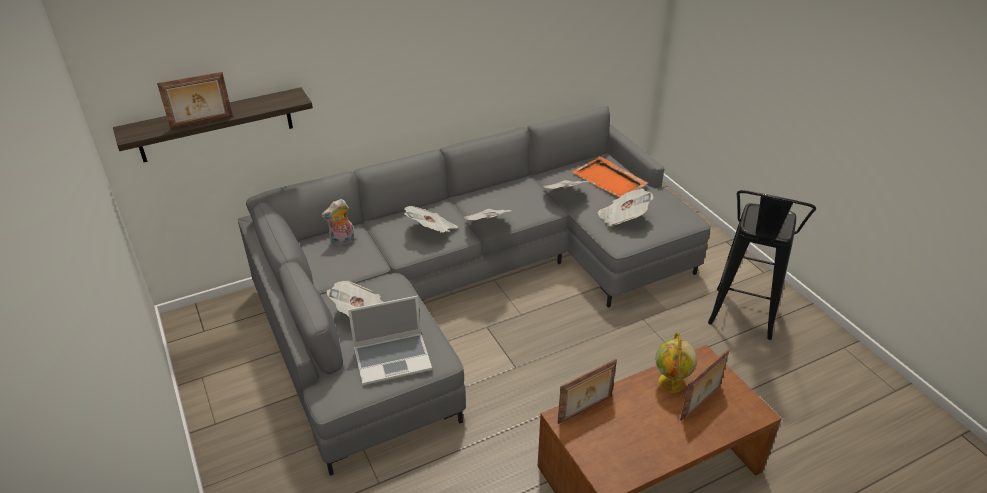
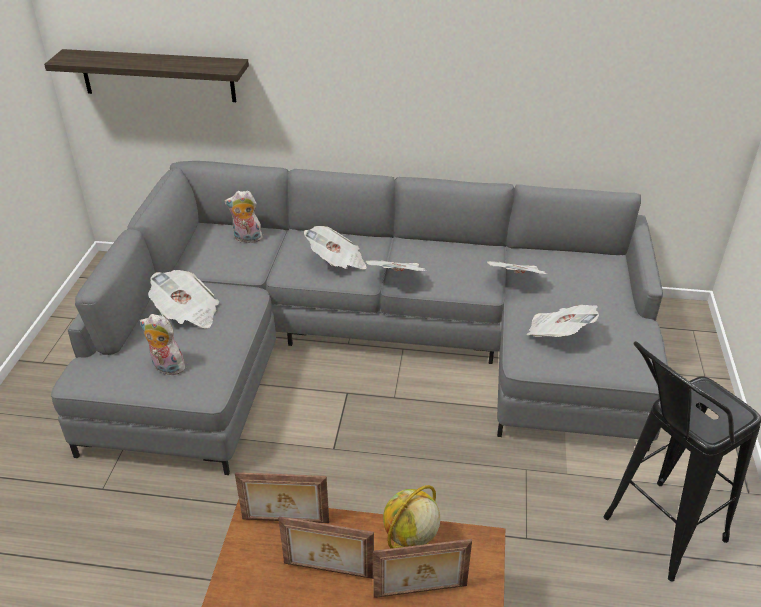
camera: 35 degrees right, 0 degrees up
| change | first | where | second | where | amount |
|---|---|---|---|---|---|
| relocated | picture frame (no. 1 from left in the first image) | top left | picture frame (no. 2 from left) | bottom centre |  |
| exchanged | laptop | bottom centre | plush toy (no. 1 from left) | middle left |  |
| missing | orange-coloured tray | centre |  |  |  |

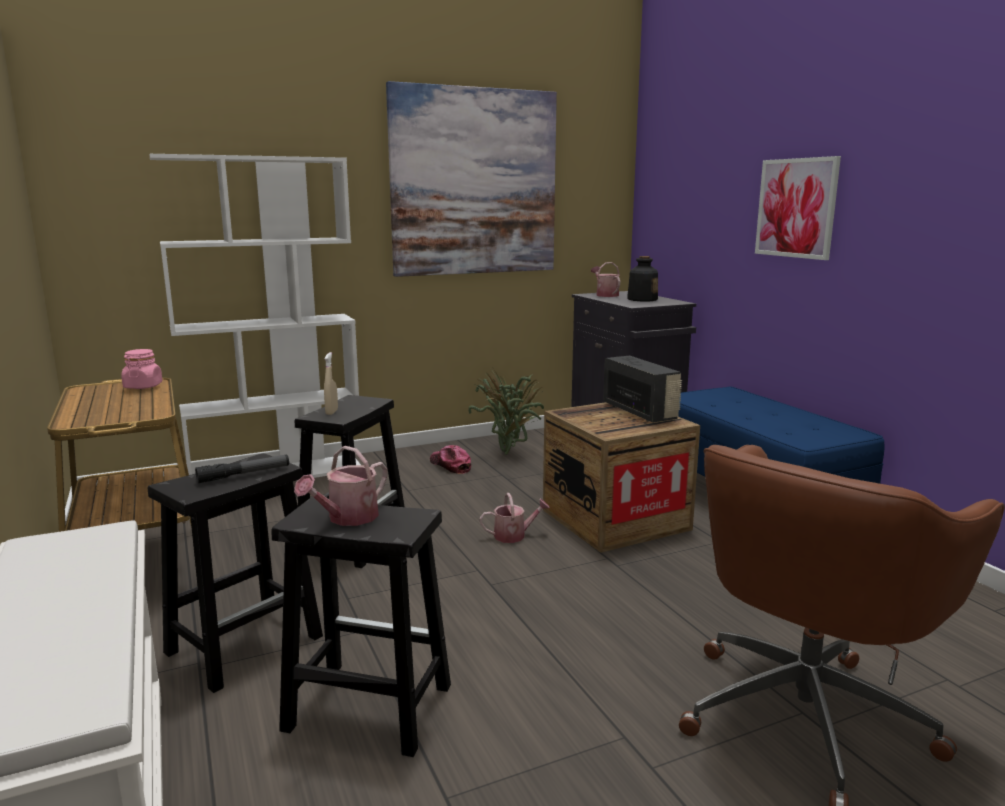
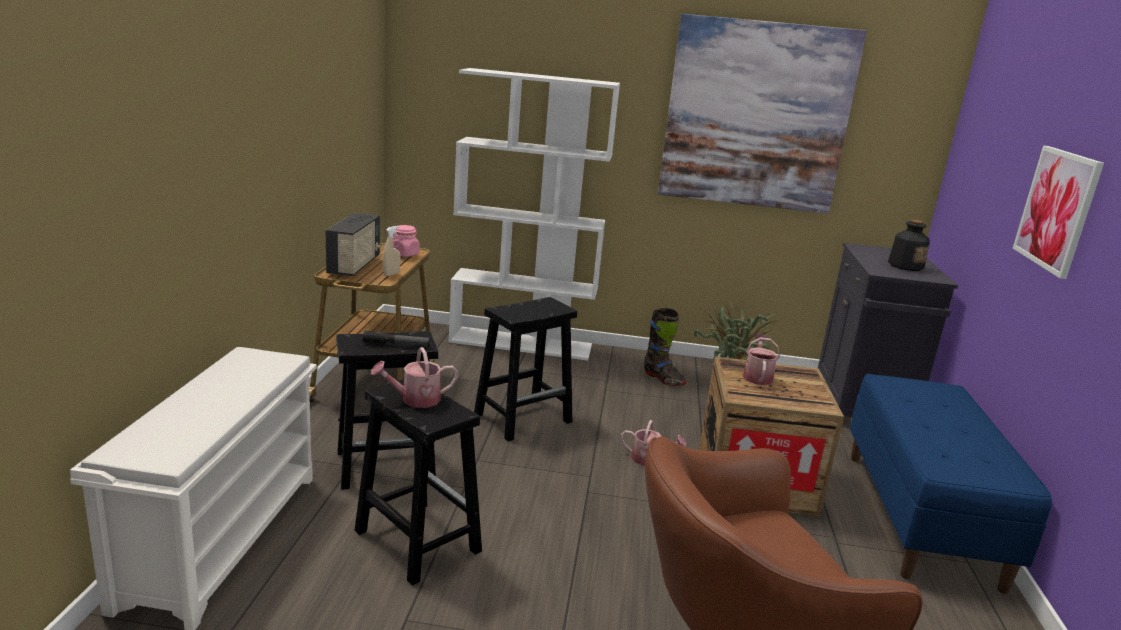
camera: 30 degrees right, 5 degrees up
| change | first | where | second | where | amount |
|---|---|---|---|---|---|
| relocated | sand-coloured sprayer | middle left |  | centre |  |
| exchanged | baseball cap | centre | black boot | centre |  |
| relocated | sprinkling can (no. 3 from left) | centre |  | middle right |  |
| relocated | radio set | centre |  | middle left |  |

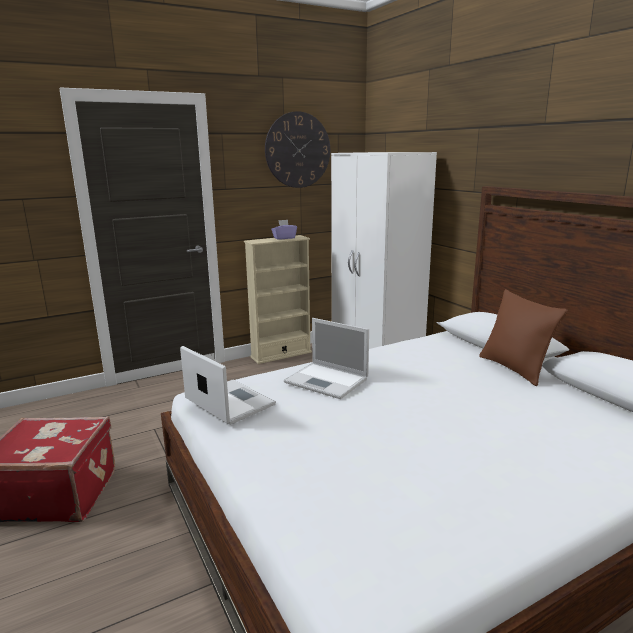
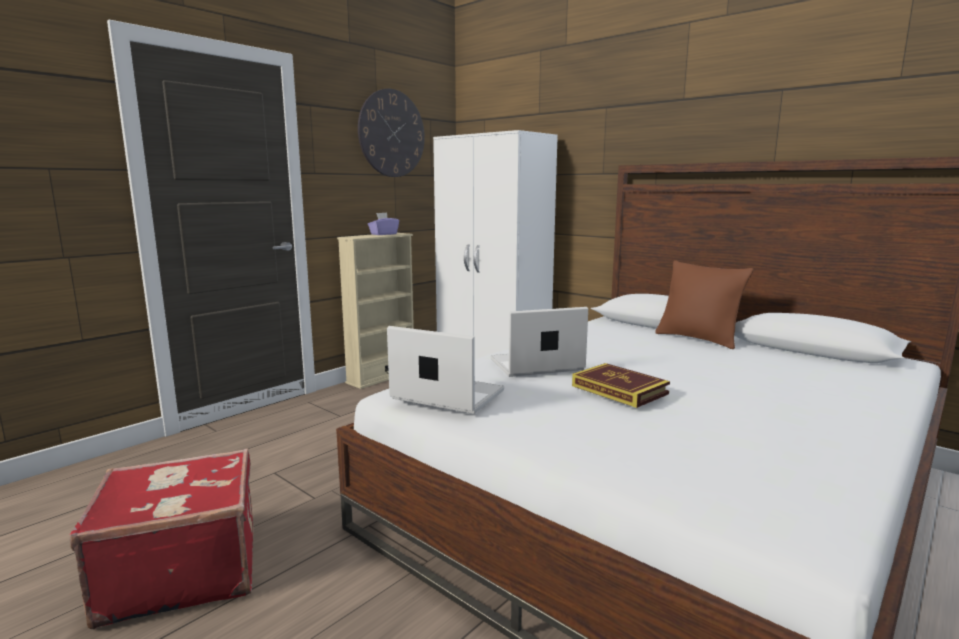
camera: 20 degrees left, 5 degrees down
| change | first | where | second | where | amount |
|---|---|---|---|---|---|
| spun | laptop (no. 2 from left) | centre |  | centre | 150 degrees clockwise |
| appeared |  |  | volume | centre |  |

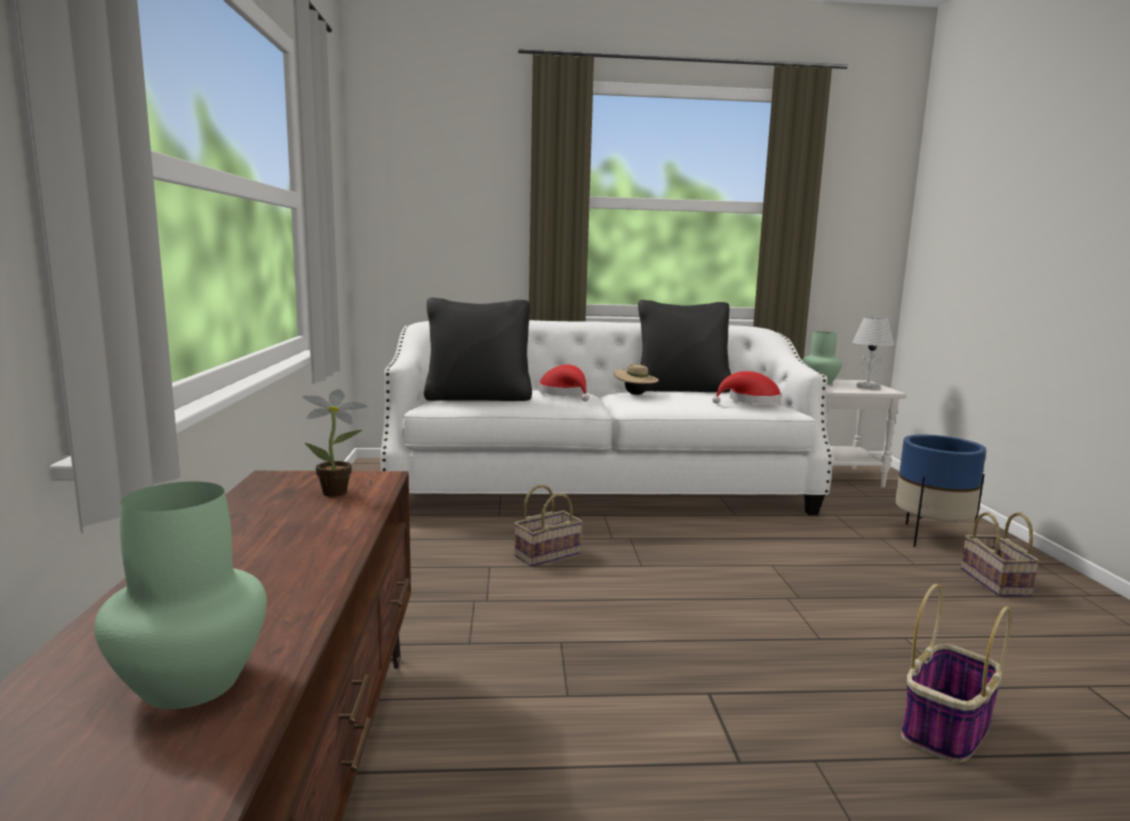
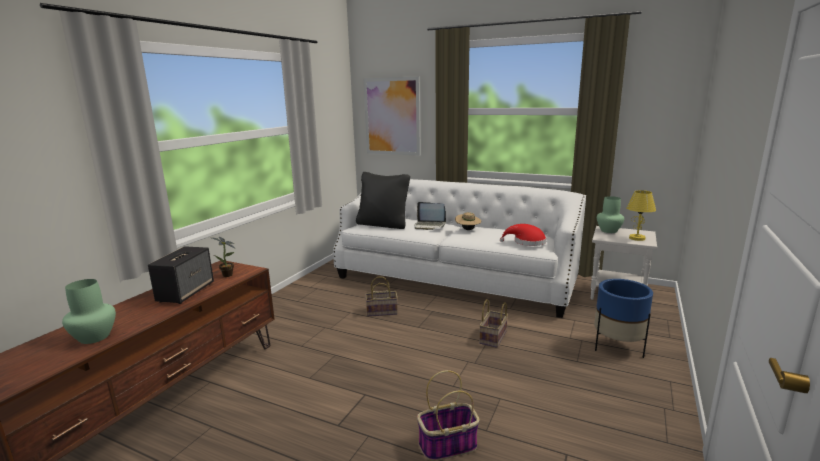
camera: 30 degrees right, 5 degrees up
| change | first | where | second | where | amount |
|---|---|---|---|---|---|
| exchanged | red-coloured clothing hat (no. 1 from left) | centre | laptop | centre |  |
| missing | black pillow (no. 2 from left) | centre |  |  |  |
| colour | white tabletop lamp | middle right | yellow-coloured tabletop lamp | middle right |  |
| relocated | storage basket (no. 3 from left) | bottom right |  | bottom centre |  |
| appeared |  |  | audio speaker | middle left |  |
| appeared |  |  | wall picture | top centre |  |

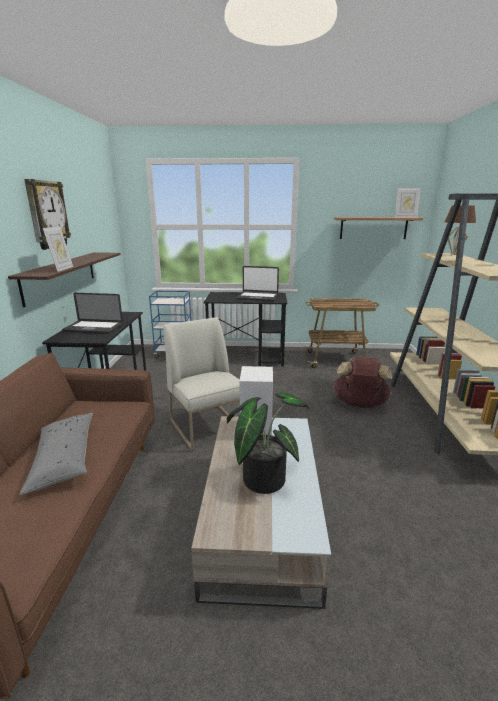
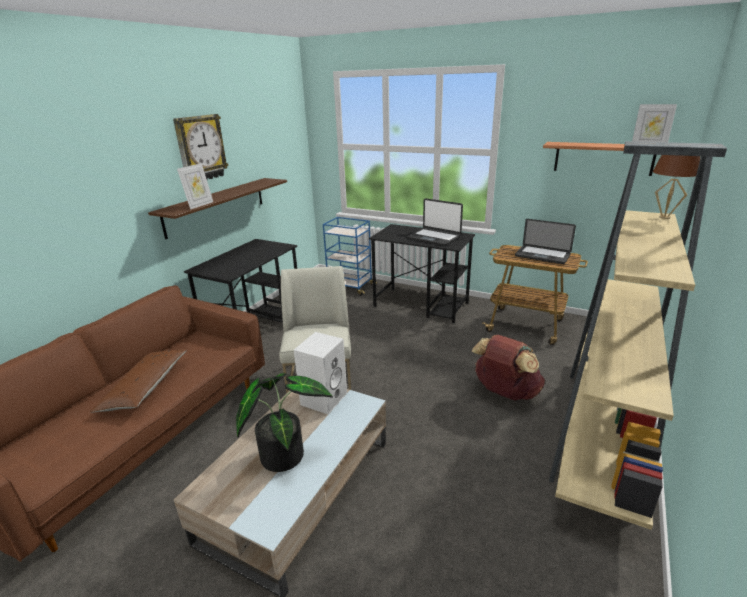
camera: 25 degrees right, 5 degrees up
| change | first | where | second | where | amount |
|---|---|---|---|---|---|
| colour | gray pillow | middle left | brown pillow | middle left |  |
| relocated | laptop (no. 1 from left in the first image) | middle left | laptop (no. 2 from left) | middle right |  |

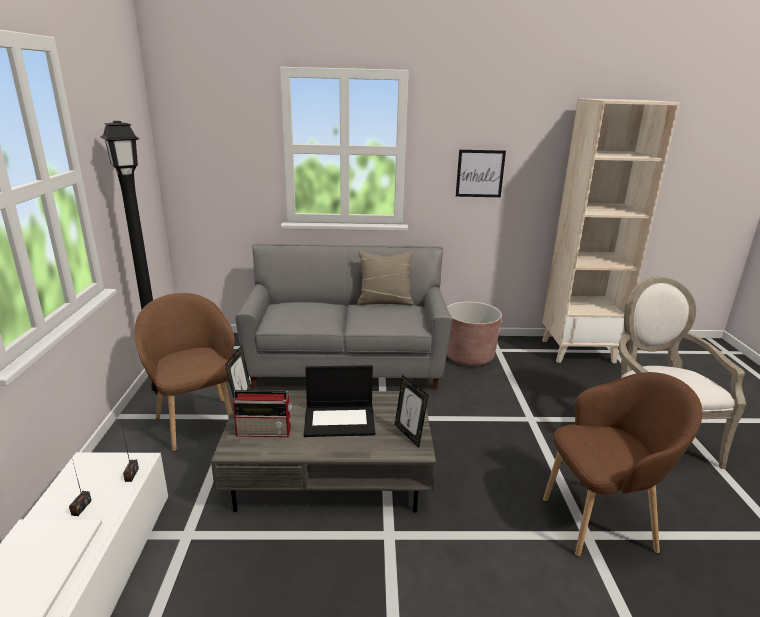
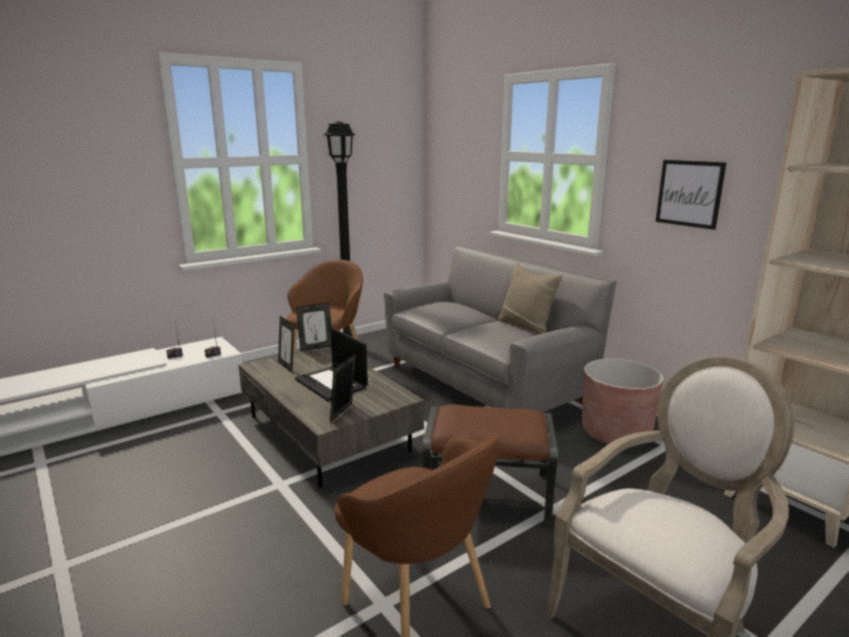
camera: 55 degrees right, 5 degrees down
| change | first | where | second | where | amount |
|---|---|---|---|---|---|
| exchanged | radio set (no. 3 from left) | bottom centre | picture frame (no. 1 from left) | centre |  |
| appeared |  |  | brown ottoman | bottom centre |  |

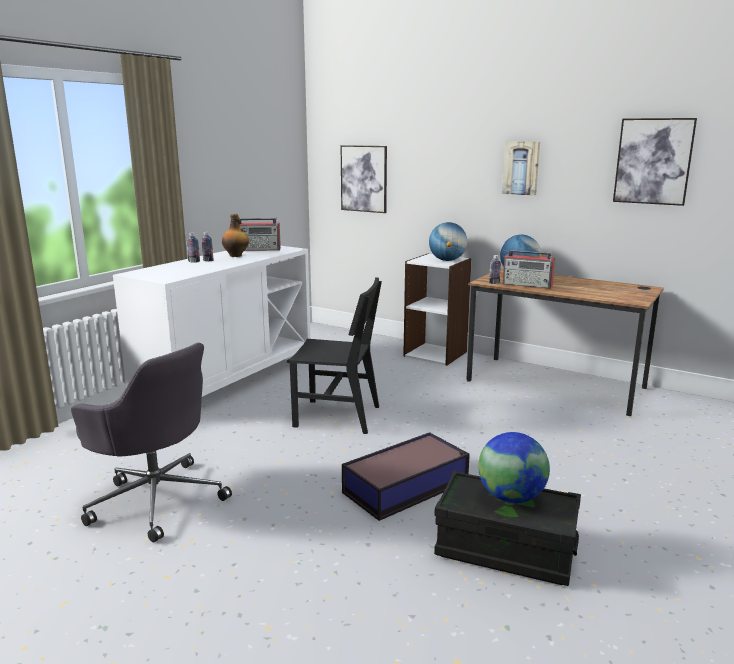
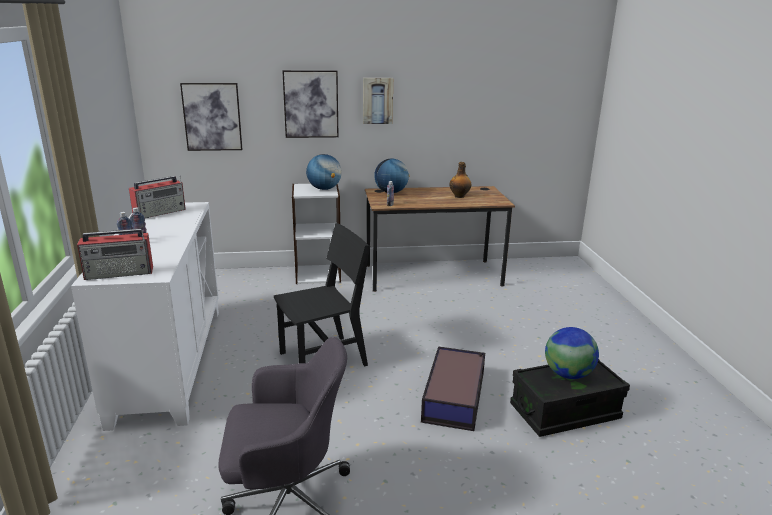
camera: 40 degrees left, 5 degrees up
| change | first | where | second | where | amount |
|---|---|---|---|---|---|
| relocated | drink bottle (no. 3 from left in the first image) | middle left | drink bottle (no. 4 from left) | centre |  |
| relocated | radio set (no. 2 from left in the first image) | middle right | radio set (no. 1 from left) | middle left |  |
| relocated | wall picture (no. 3 from left in the first image) | top right | wall picture (no. 2 from left) | top centre |  |

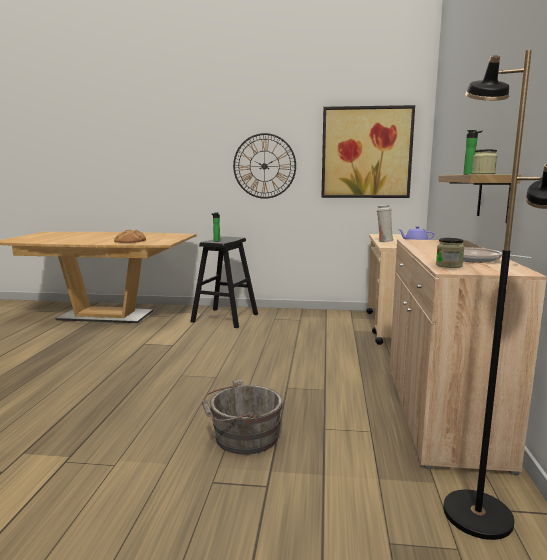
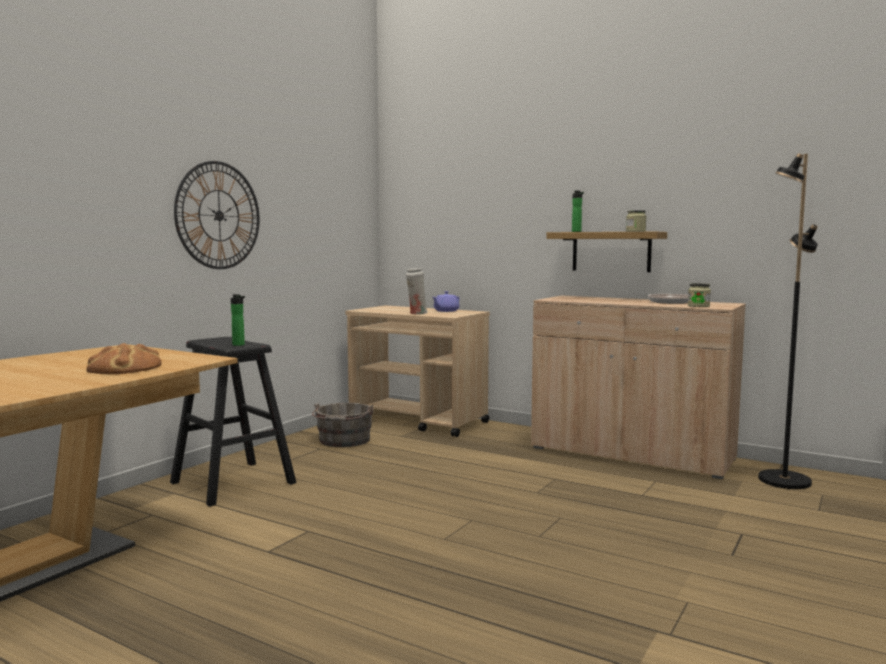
camera: 65 degrees left, 5 degrees down
| change | first | where | second | where | amount |
|---|---|---|---|---|---|
| relocated | gray water bucket | bottom centre |  | centre |  |
| missing | wall picture | top right |  |  |  |

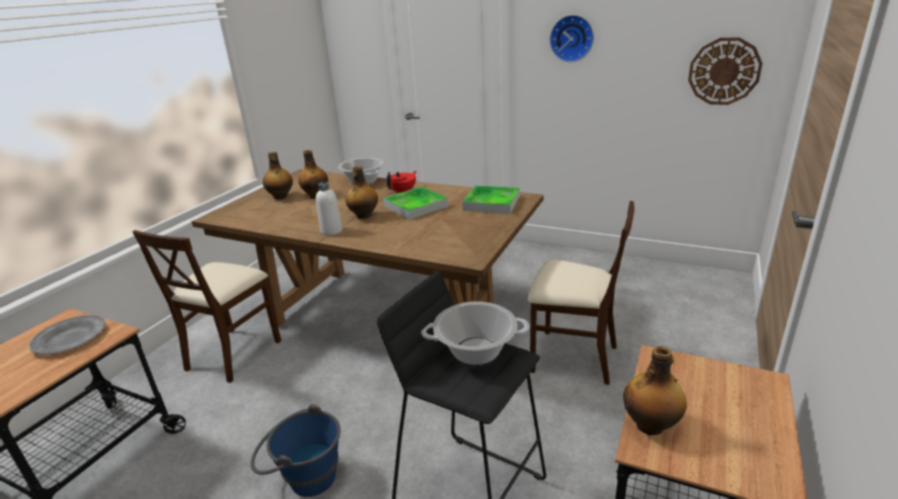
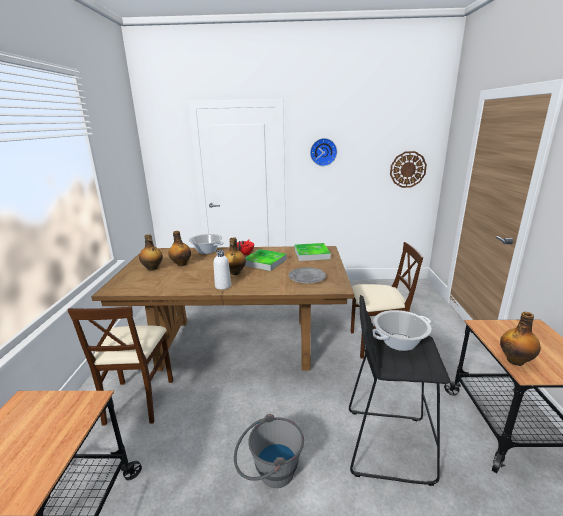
camera: 25 degrees left, 5 degrees down
| change | first | where | second | where | amount |
|---|---|---|---|---|---|
| relocated | gray plate | bottom left |  | centre |  |
| colour | blue water bucket | bottom left | gray water bucket | bottom centre |  |

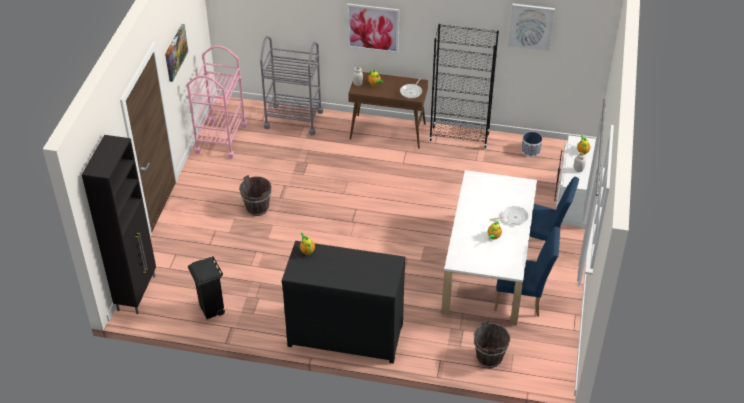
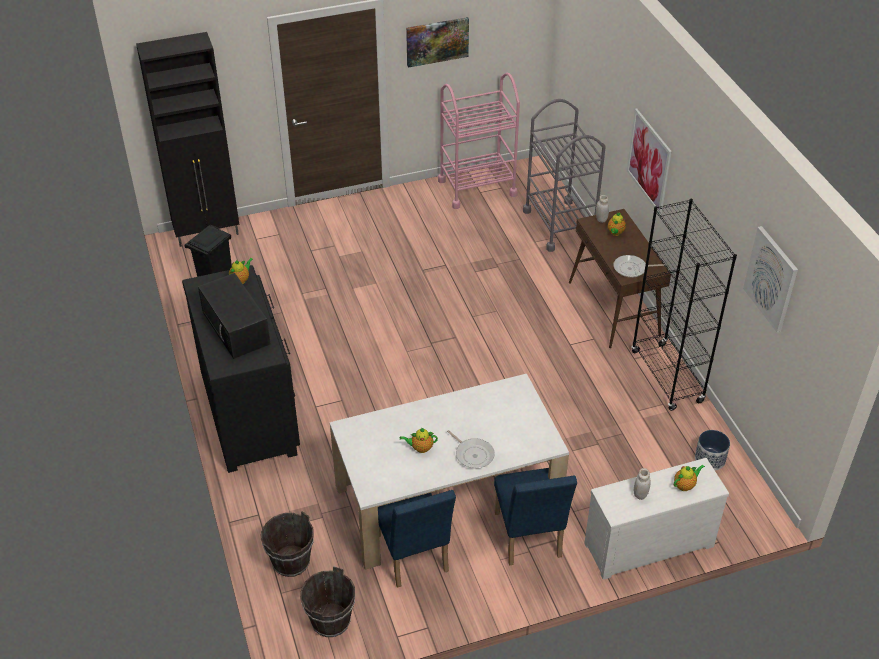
camera: 60 degrees right, 0 degrees up
| change | first | where | second | where | amount |
|---|---|---|---|---|---|
| relocated | brown water bucket (no. 1 from left in the first image) | centre | brown water bucket (no. 2 from left) | bottom centre |  |
| appeared |  |  | black microwave oven | middle left |  |

